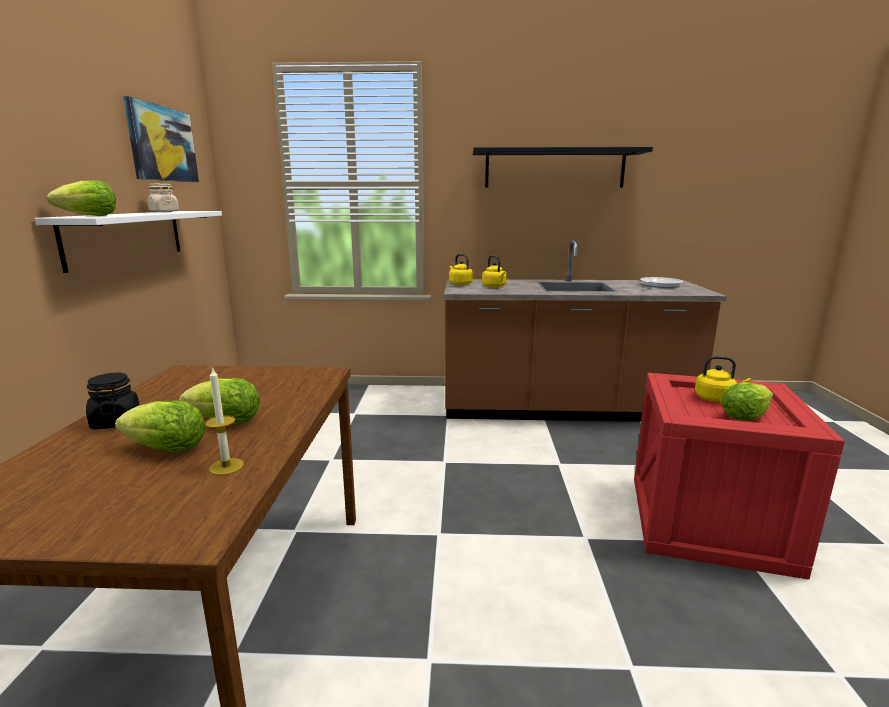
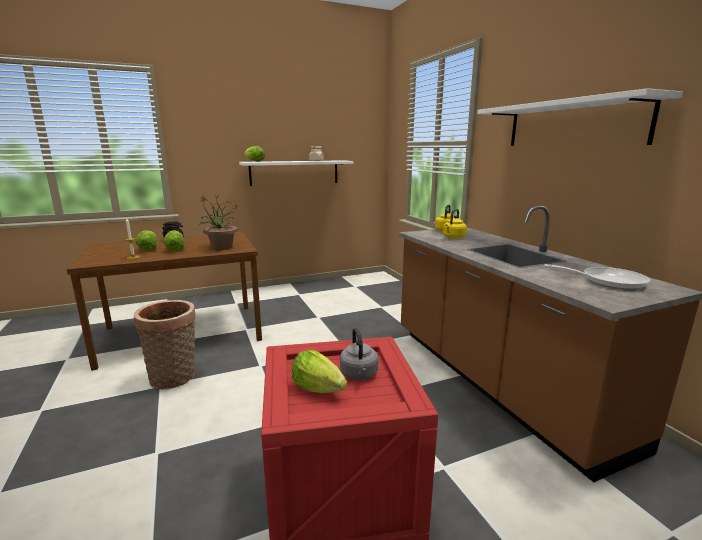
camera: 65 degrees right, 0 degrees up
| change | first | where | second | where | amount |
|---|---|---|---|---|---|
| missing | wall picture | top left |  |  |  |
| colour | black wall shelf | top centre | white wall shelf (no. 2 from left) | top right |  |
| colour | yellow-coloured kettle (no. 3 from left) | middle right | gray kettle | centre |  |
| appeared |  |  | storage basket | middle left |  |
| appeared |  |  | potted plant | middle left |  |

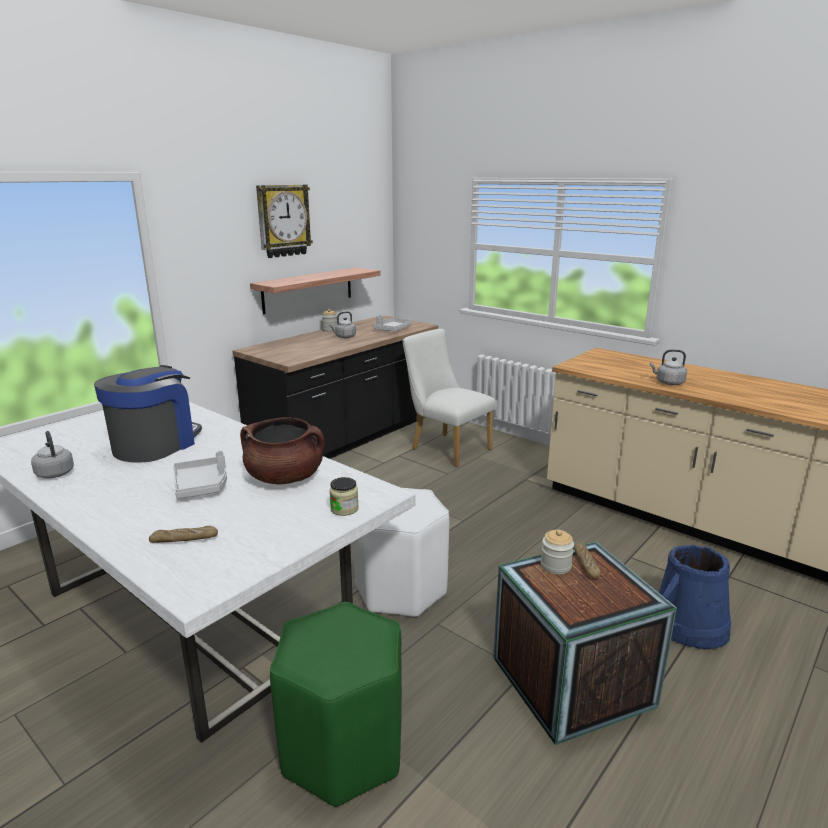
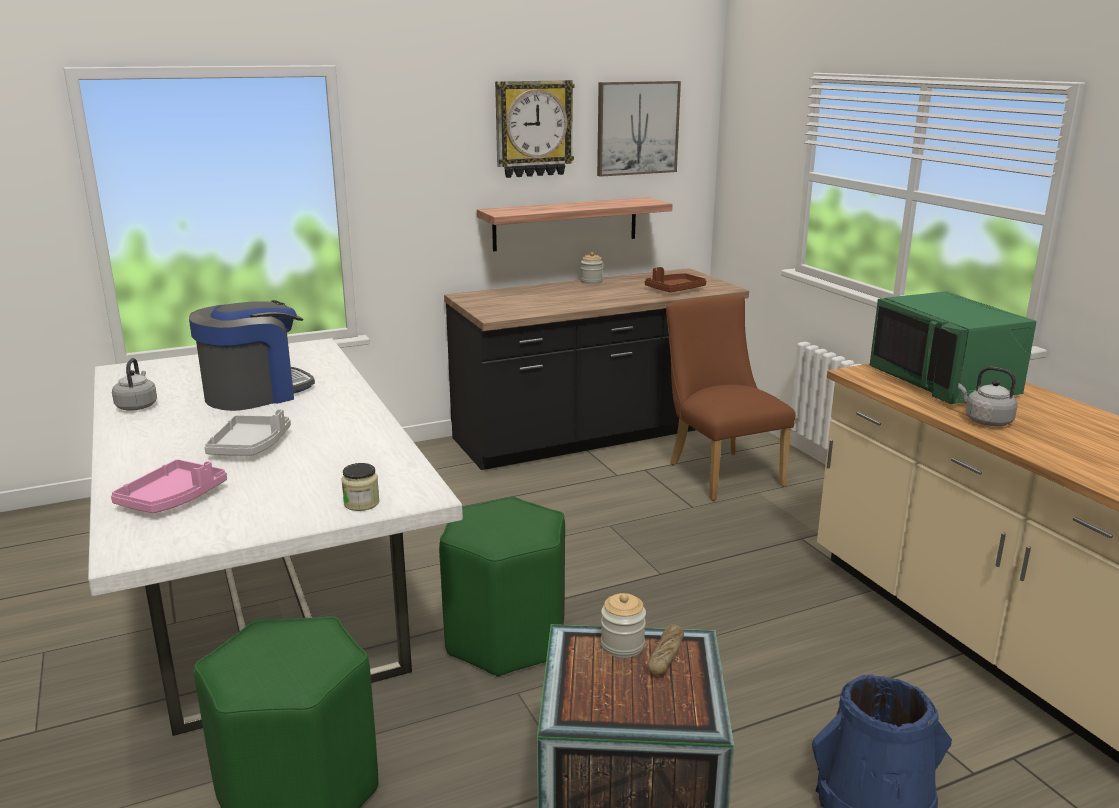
camera: 25 degrees right, 0 degrees up
| change | first | where | second | where | amount |
|---|---|---|---|---|---|
| exchanged | bakery bread (no. 1 from left) | middle left | pink-coloured tray | middle left |  |
| missing | brown stockpot | centre |  |  |  |
| missing | gray kettle (no. 2 from left) | centre |  |  |  |
| colour | white sitting stool | bottom centre | greenish sitting stool (no. 2 from left) | bottom centre |  |
| colour | gray tray (no. 2 from left) | centre | brown tray | centre |  |
| colour | white plain chair | centre | brown plain chair | centre |  |
| appeared |  |  | wall picture | top centre |  |
| appeared |  |  | greenish microwave oven | middle right |  |

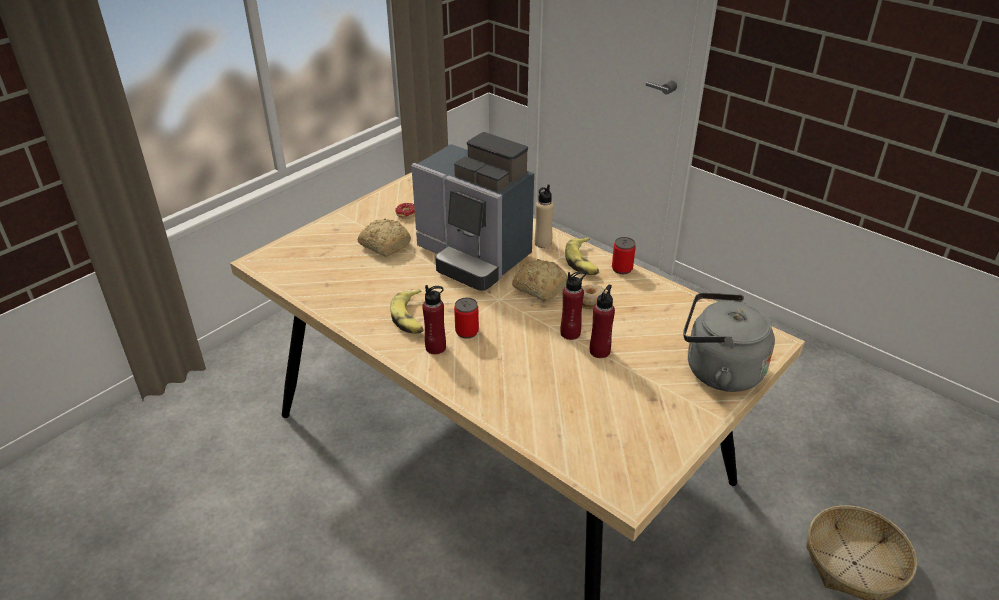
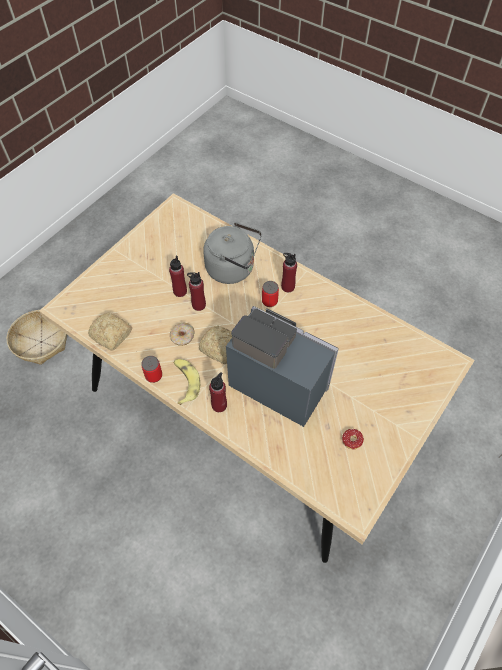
camera: 175 degrees right, 20 degrees up
| change | first | where | second | where | amount |
|---|---|---|---|---|---|
| relocated | bakery bread (no. 1 from left) | centre |  | middle left |  |
| missing | banana fruit (no. 1 from left) | centre |  |  |  |
| colour | sand-coloured drink bottle | centre | red-coloured drink bottle (no. 3 from left) | centre |  |
| relocated | gray kettle | middle right |  | centre |  |

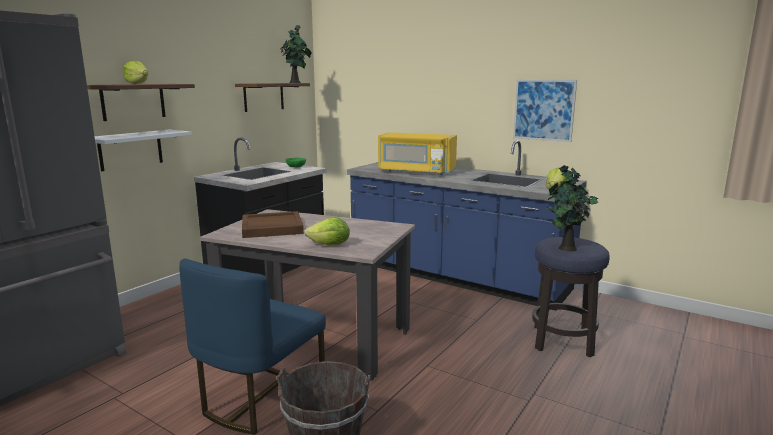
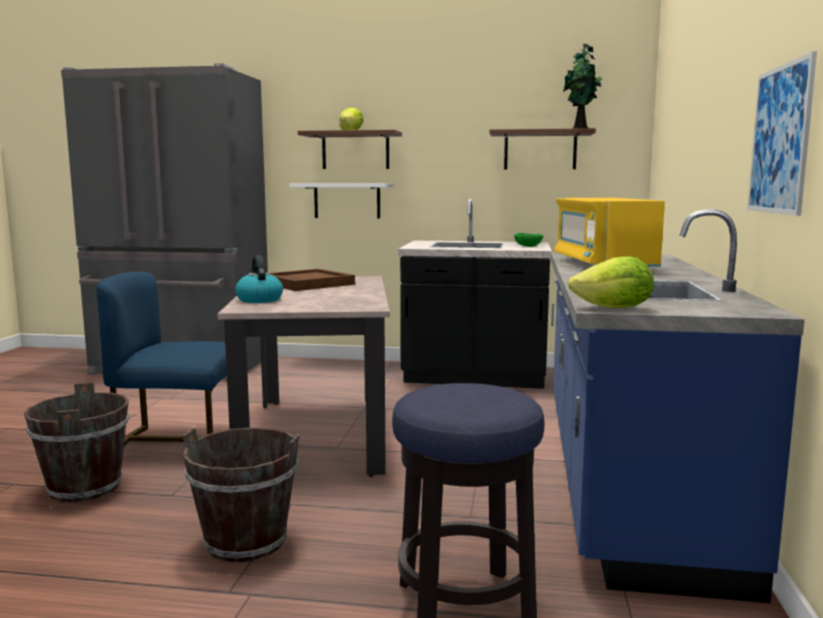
camera: 65 degrees right, 5 degrees down
| change | first | where | second | where | amount |
|---|---|---|---|---|---|
| exchanged | lettuce (no. 2 from left) | centre | kettle | middle left |  |
| missing | potted plant (no. 2 from left) | middle right |  |  |  |
| appeared |  |  | brown water bucket (no. 2 from left) | bottom left |  |

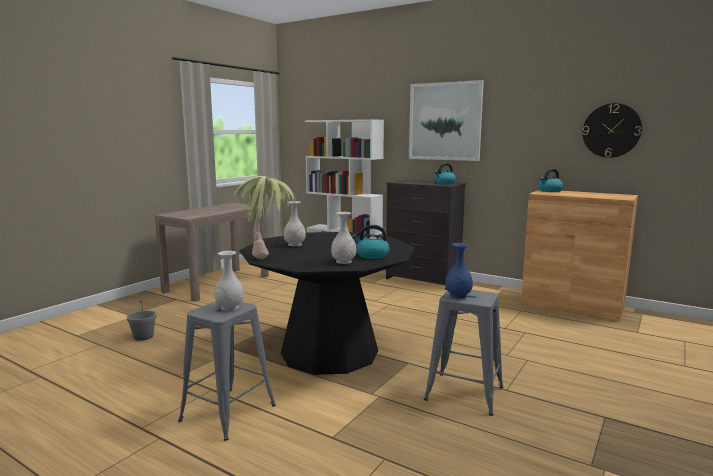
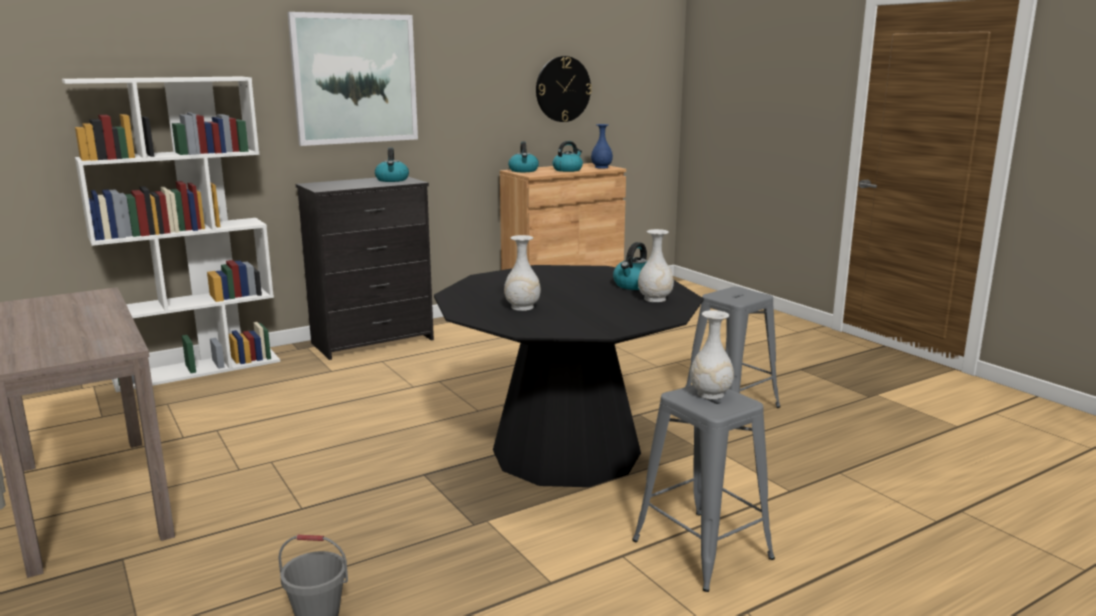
camera: 65 degrees left, 5 degrees up
| change | first | where | second | where | amount |
|---|---|---|---|---|---|
| missing | potted plant | centre |  |  |  |
| relocated | blue decorative vase | centre |  | top centre |  |
| appeared |  |  | kettle (no. 3 from left) | top centre |  |

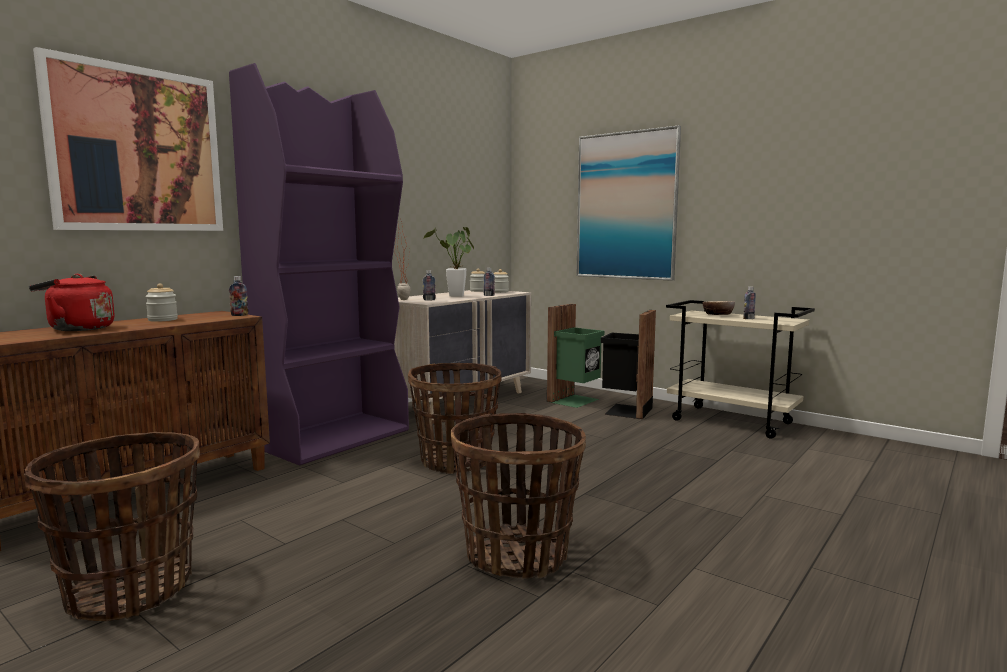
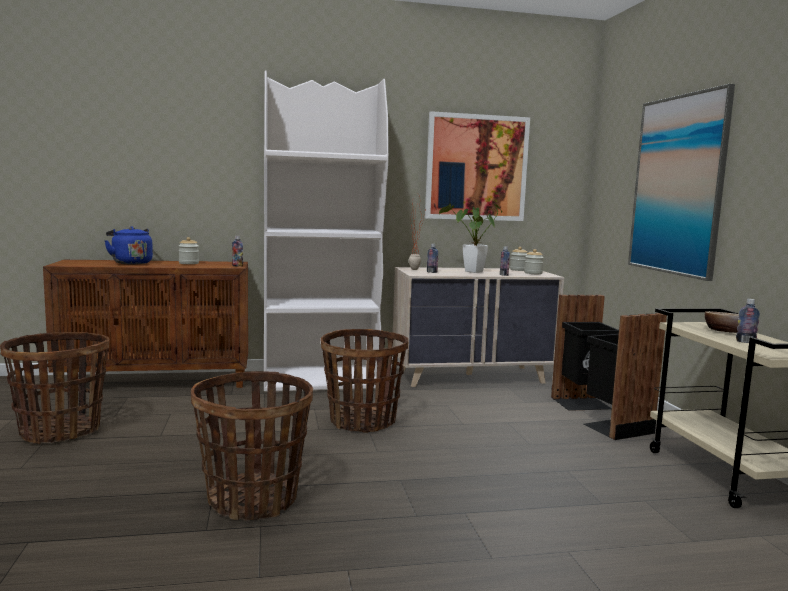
camera: 40 degrees right, 0 degrees up
| change | first | where | second | where | amount |
|---|---|---|---|---|---|
| colour | red-coloured kettle | middle left | blue kettle | middle left |  |
| relocated | wall picture (no. 1 from left) | top left |  | top centre |  |
| colour | purple shelving unit | middle left | white shelving unit | centre |  |
| colour | greenish rubbish bin | centre | black rubbish bin (no. 1 from left) | middle right |  |

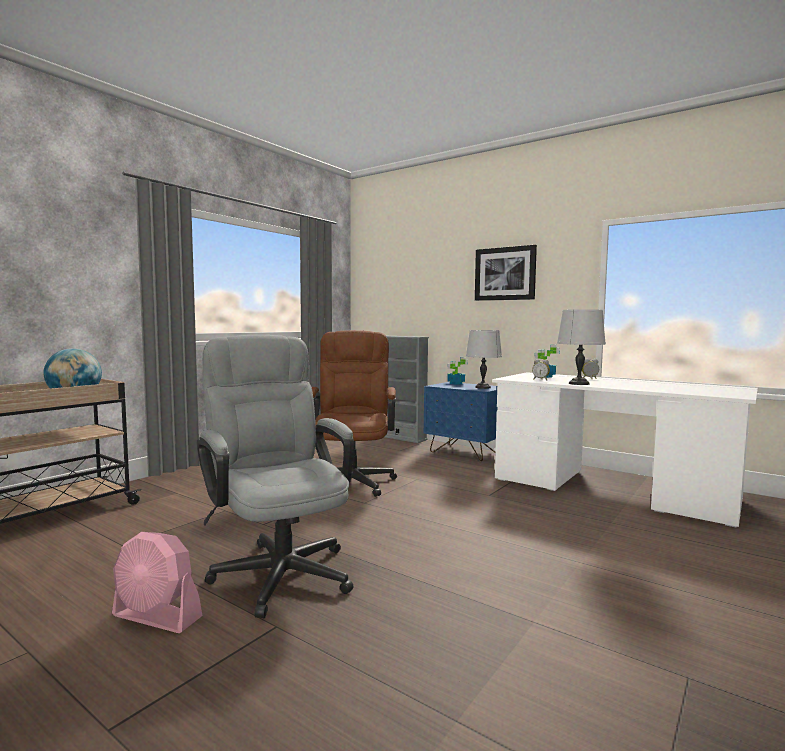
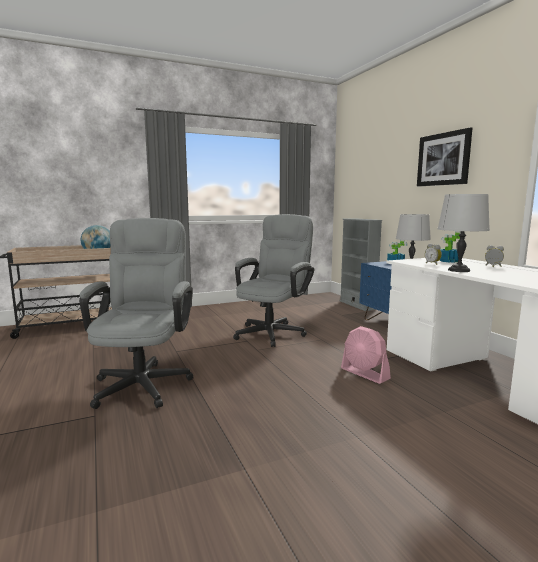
camera: 30 degrees right, 5 degrees up
| change | first | where | second | where | amount |
|---|---|---|---|---|---|
| relocated | pink-coloured cooling fan | bottom left |  | middle right |  |
| colour | brown office chair | centre | gray office chair (no. 2 from left) | centre |  |

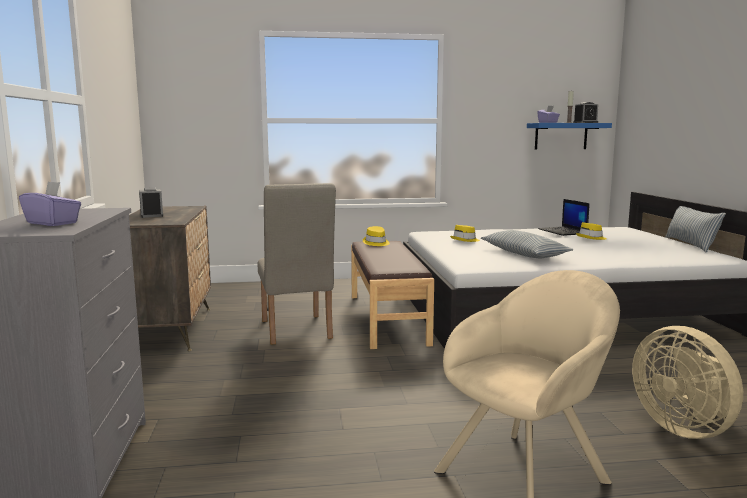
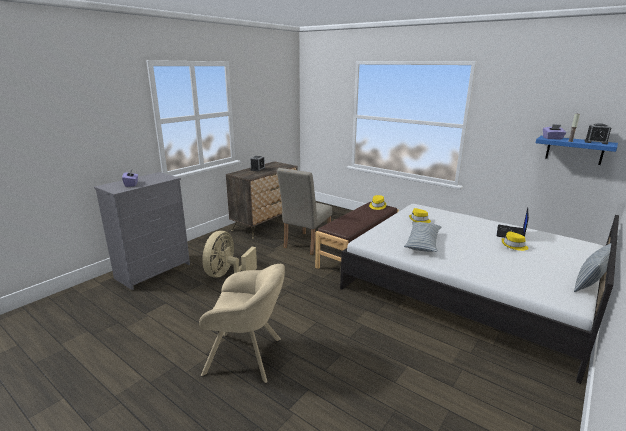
camera: 45 degrees right, 10 degrees up
| change | first | where | second | where | amount |
|---|---|---|---|---|---|
| relocated | sand-coloured cooling fan | bottom right |  | centre |  |

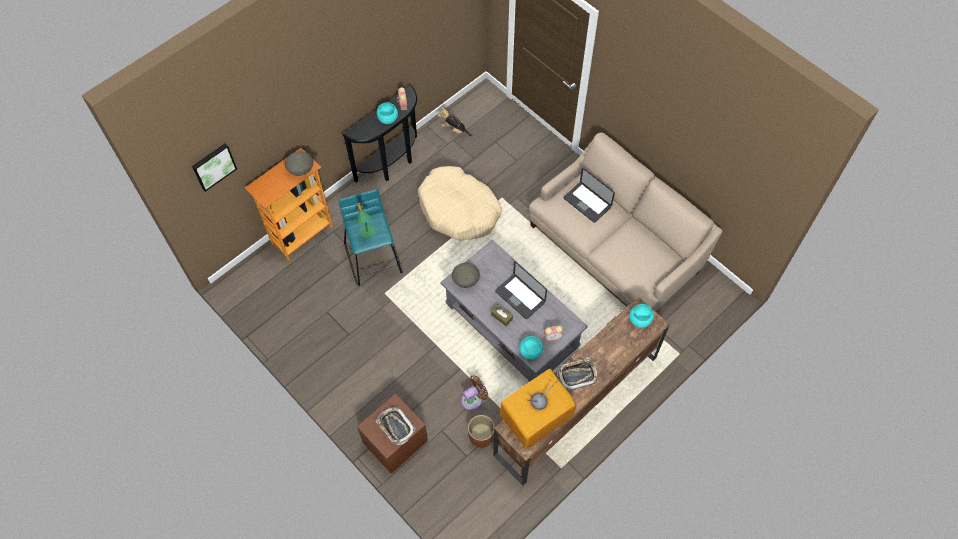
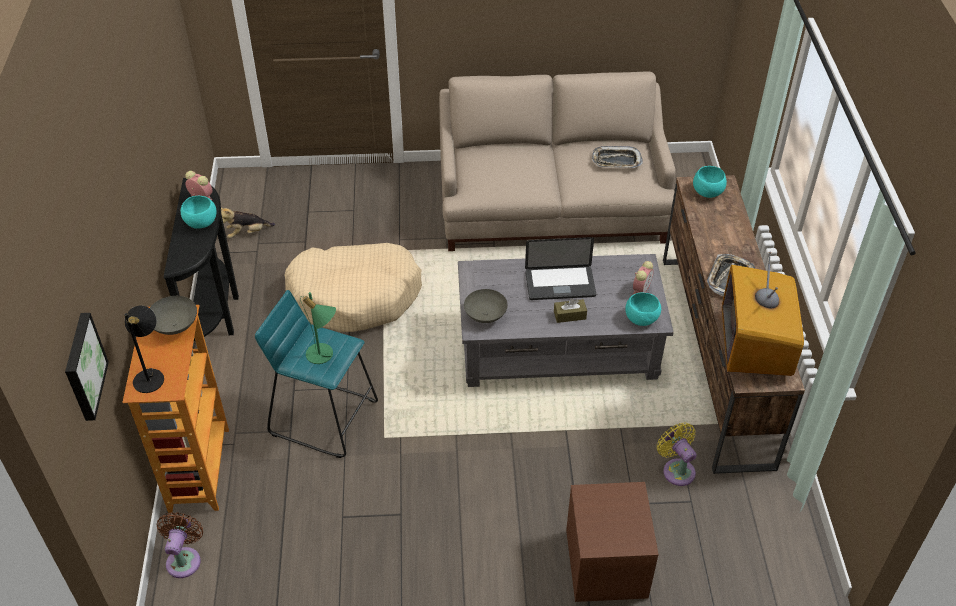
camera: 50 degrees left, 15 degrees down
| change | first | where | second | where | amount |
|---|---|---|---|---|---|
| relocated | tray (no. 1 from left) | bottom centre |  | top centre |  |
| relocated | brown cooling fan | bottom centre |  | bottom left |  |
| exchanged | brown planter | bottom centre | yellow-coloured cooling fan | bottom right |  |
| missing | laptop (no. 2 from left) | centre |  |  |  |
| appeared |  |  | black tabletop lamp | middle left |  |

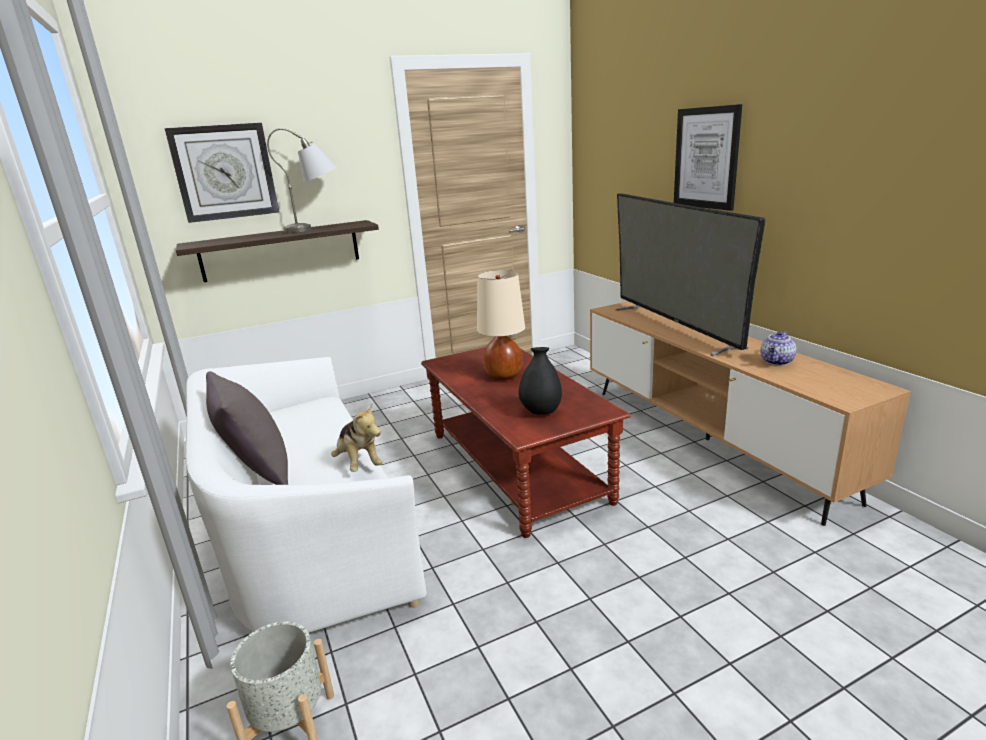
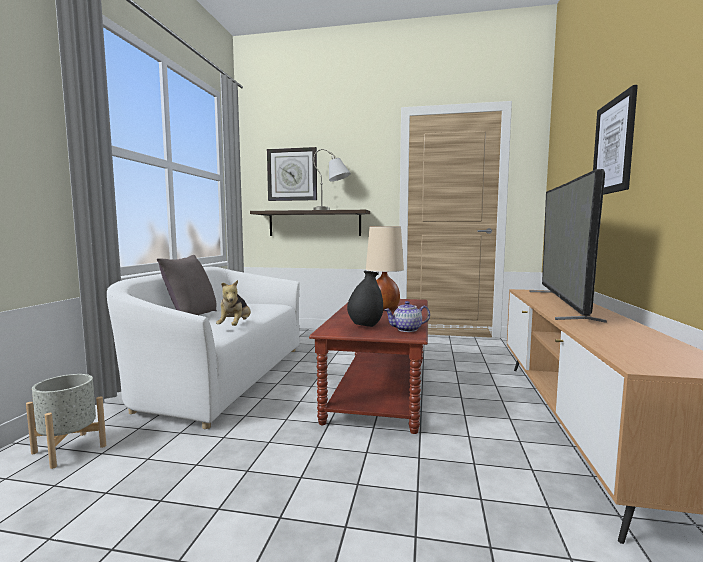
camera: 35 degrees right, 15 degrees down
| change | first | where | second | where | amount |
|---|---|---|---|---|---|
| relocated | teapot | middle right |  | centre |  |

